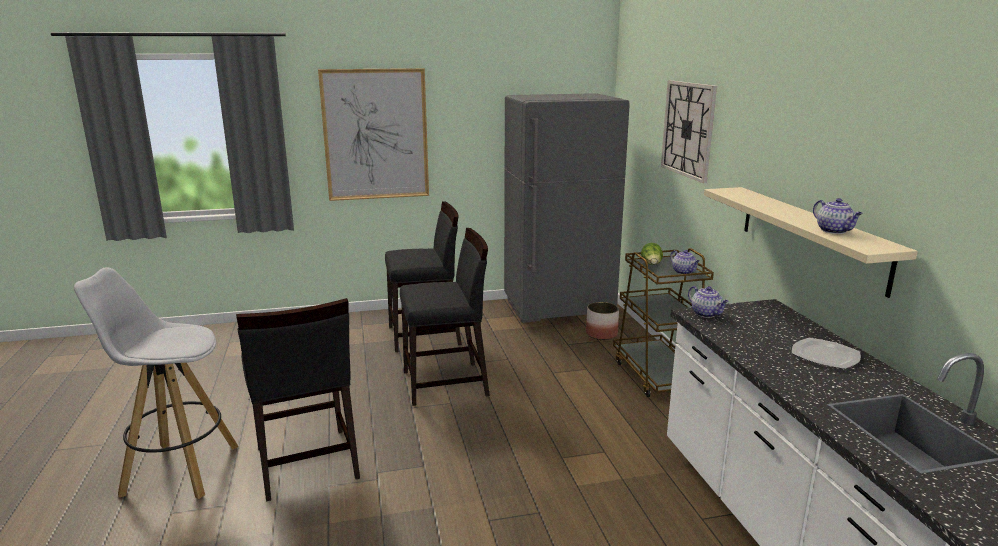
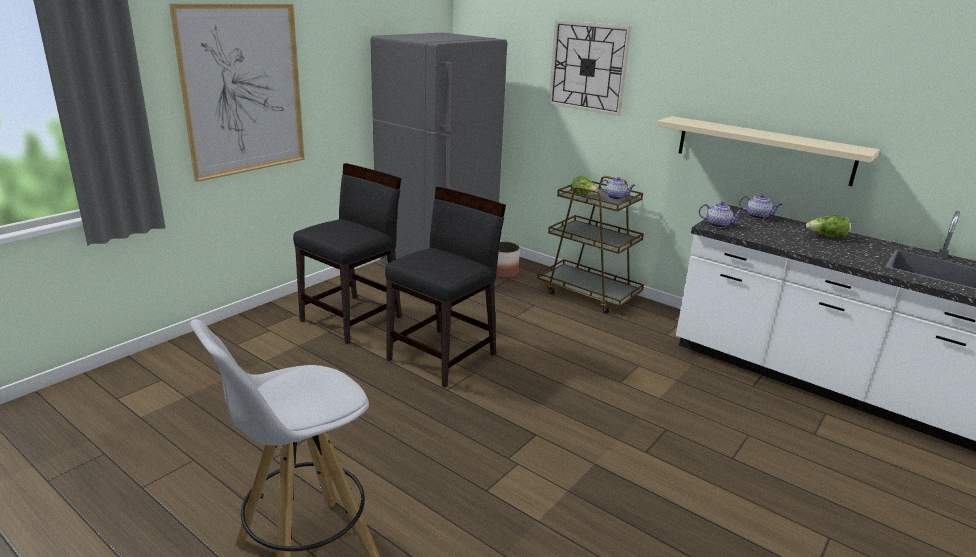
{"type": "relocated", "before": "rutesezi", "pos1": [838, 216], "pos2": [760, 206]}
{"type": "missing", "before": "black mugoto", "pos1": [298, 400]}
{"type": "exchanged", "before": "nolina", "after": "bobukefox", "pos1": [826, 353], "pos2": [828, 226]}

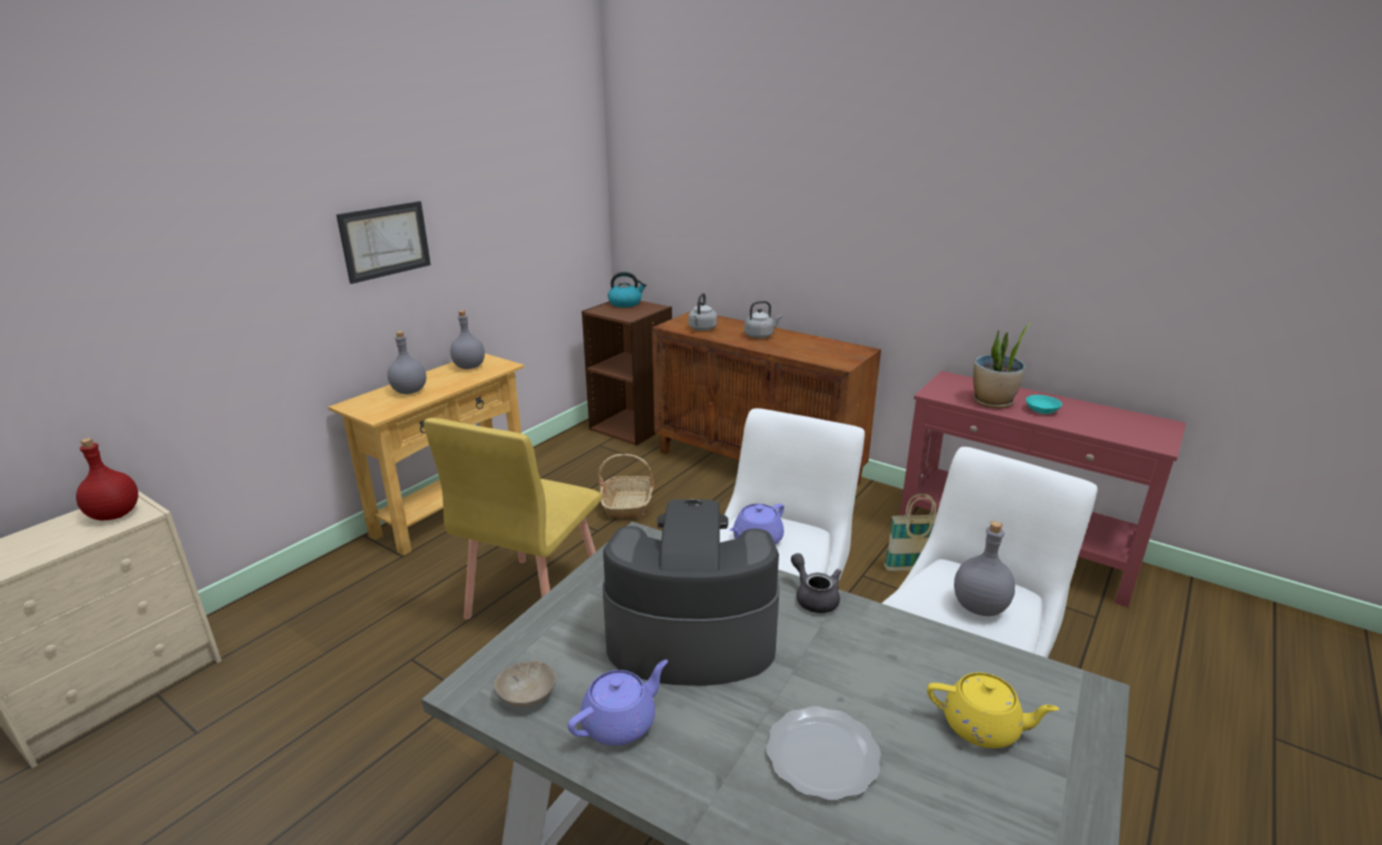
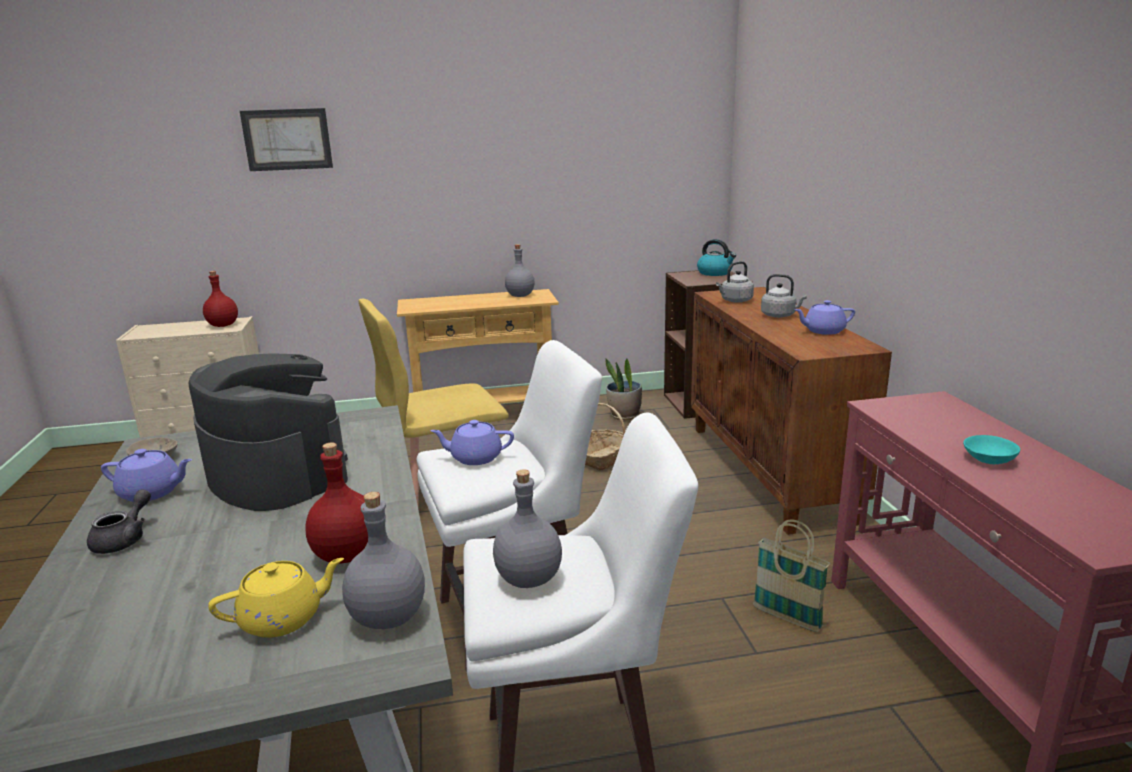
{"type": "relocated", "before": "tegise", "pos1": [383, 242], "pos2": [286, 139]}
{"type": "relocated", "before": "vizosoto", "pos1": [1002, 365], "pos2": [623, 389]}
{"type": "relocated", "before": "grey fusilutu", "pos1": [406, 362], "pos2": [383, 560]}
{"type": "relocated", "before": "grey rutesezi", "pos1": [816, 583], "pos2": [119, 522]}
{"type": "spun", "before": "yellow rutesezi", "pos1": [993, 710], "pos2": [276, 598], "turn": -90}
{"type": "missing", "before": "nolina", "pos1": [823, 754]}
{"type": "appeared", "after": "purple rutesezi", "pos2": [824, 317]}
{"type": "appeared", "after": "red fusilutu", "pos2": [336, 502]}

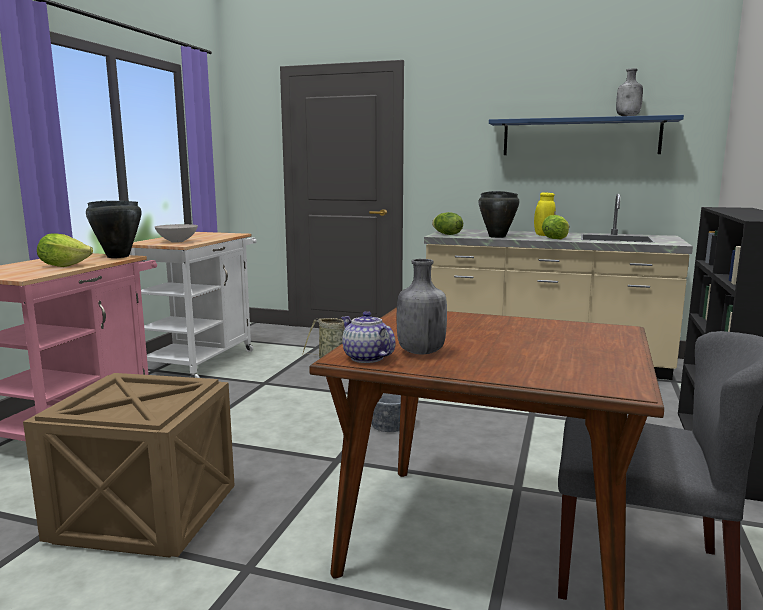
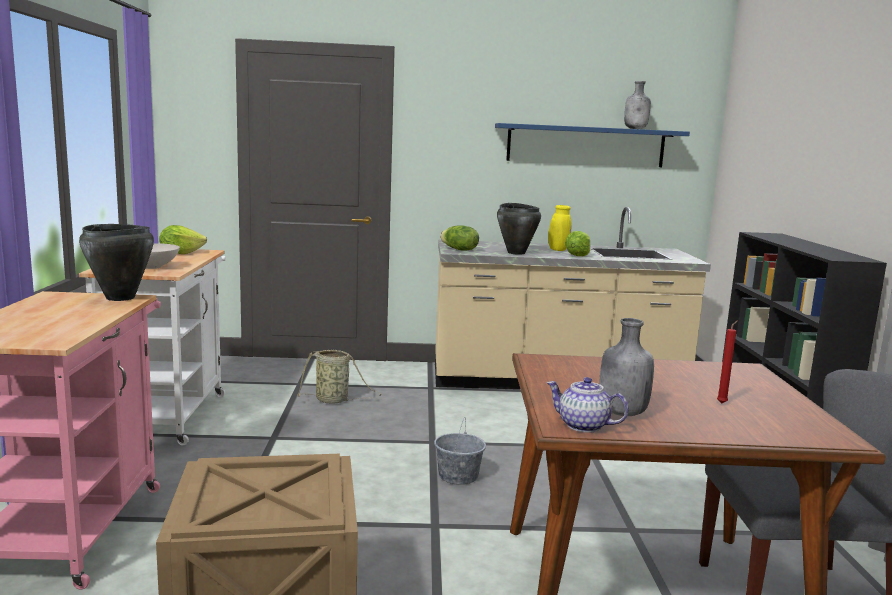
{"type": "relocated", "before": "bobukefox", "pos1": [65, 250], "pos2": [183, 239]}
{"type": "appeared", "after": "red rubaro", "pos2": [727, 361]}

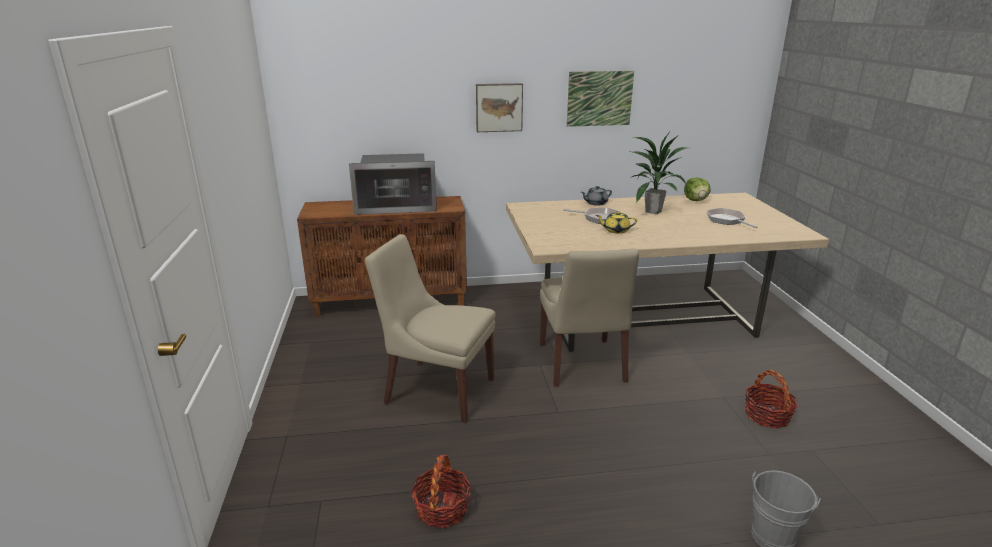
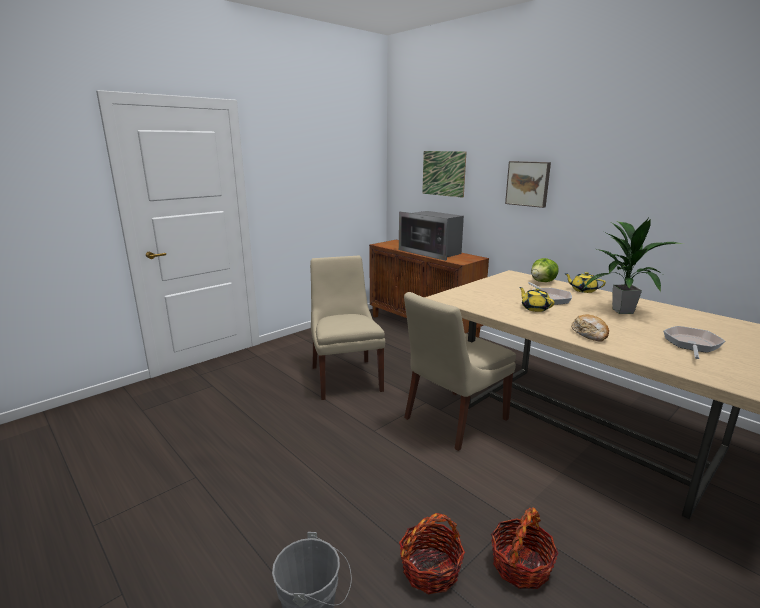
{"type": "relocated", "before": "tegise", "pos1": [600, 99], "pos2": [444, 174]}
{"type": "relocated", "before": "bobukefox", "pos1": [697, 189], "pos2": [545, 270]}
{"type": "colour", "before": "grey rutesezi", "after": "yellow rutesezi", "pos1": [596, 196], "pos2": [585, 282]}
{"type": "relocated", "before": "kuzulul", "pos1": [441, 491], "pos2": [432, 553]}
{"type": "appeared", "after": "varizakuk", "pos2": [590, 328]}

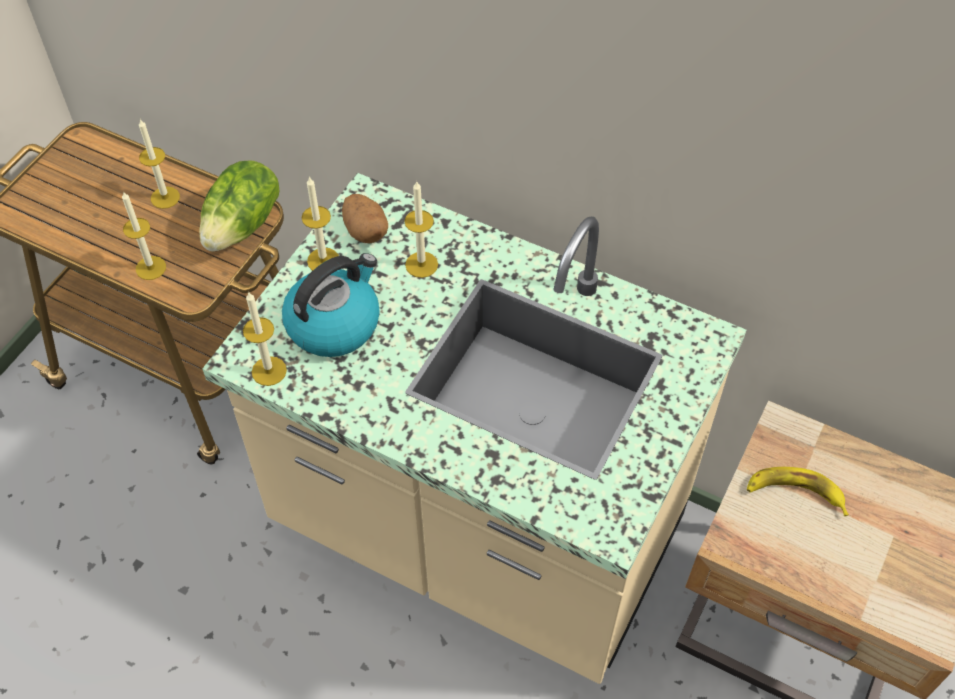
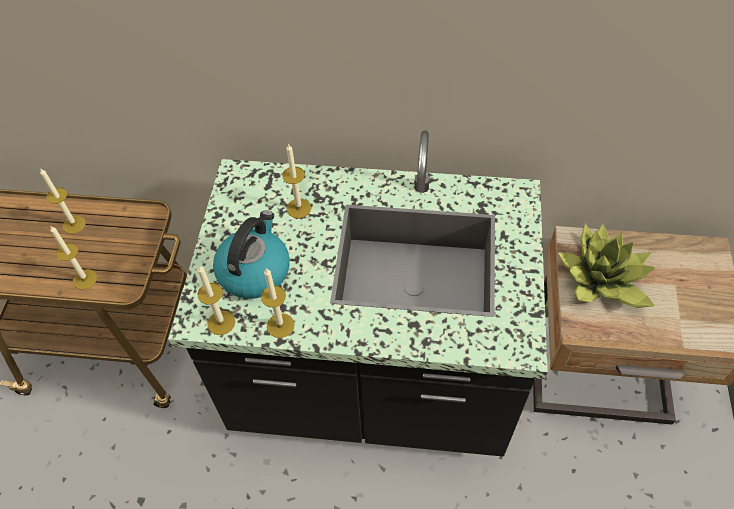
{"type": "missing", "before": "bobukefox", "pos1": [239, 206]}
{"type": "colour", "before": "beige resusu", "after": "black resusu", "pos1": [474, 428], "pos2": [357, 293]}
{"type": "relocated", "before": "rubaro", "pos1": [320, 223], "pos2": [278, 303]}
{"type": "missing", "before": "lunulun", "pos1": [365, 219]}
{"type": "exchanged", "before": "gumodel", "after": "vizosoto", "pos1": [798, 491], "pos2": [607, 265]}

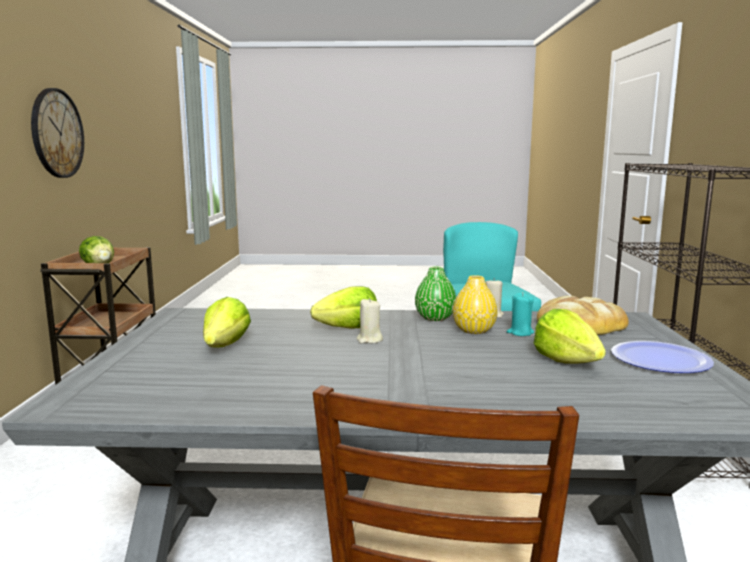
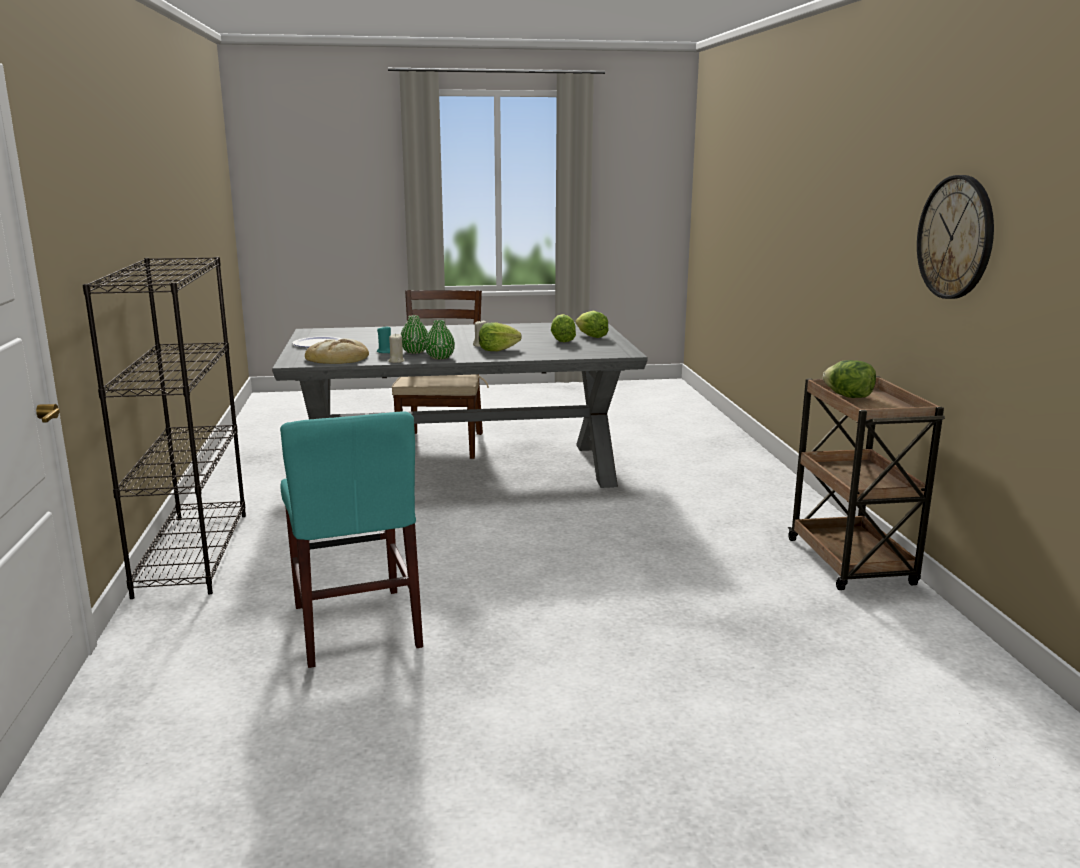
{"type": "colour", "before": "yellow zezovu", "after": "green zezovu", "pos1": [475, 304], "pos2": [414, 334]}
{"type": "relocated", "before": "bobukefox", "pos1": [570, 336], "pos2": [592, 324]}

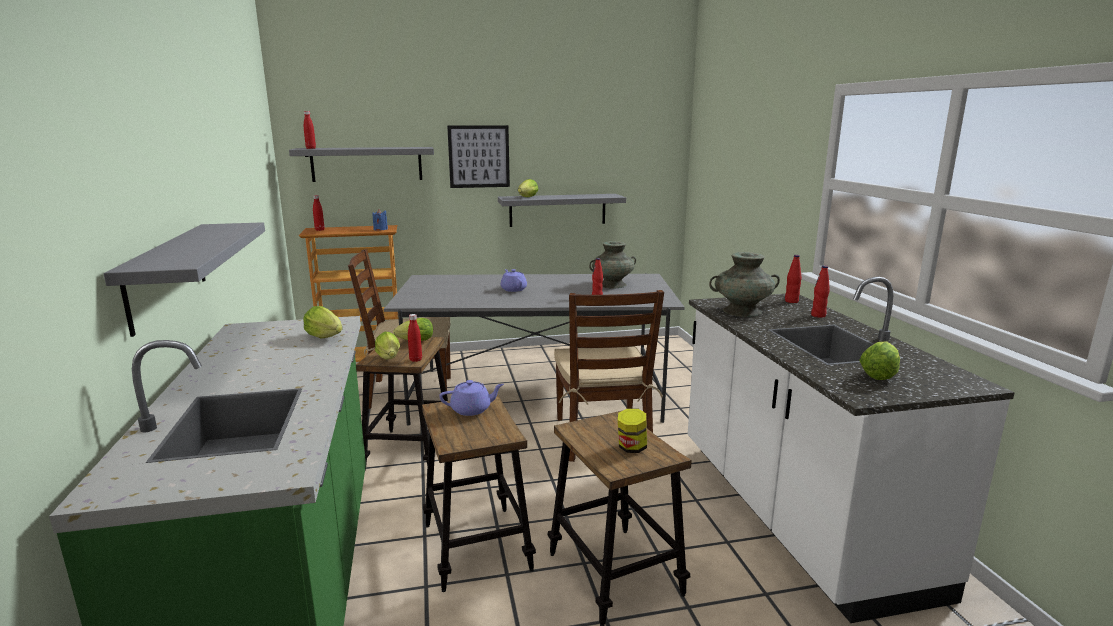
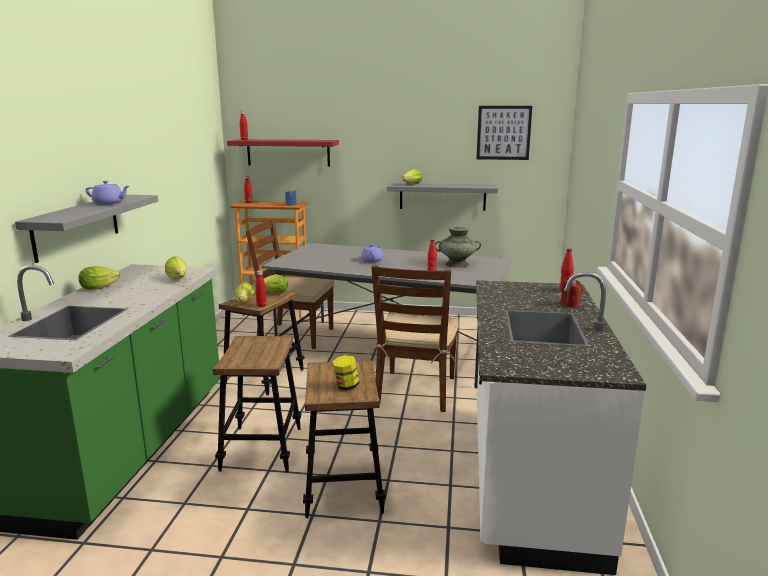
{"type": "relocated", "before": "tegise", "pos1": [478, 156], "pos2": [504, 133]}
{"type": "colour", "before": "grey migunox", "after": "red migunox", "pos1": [361, 164], "pos2": [283, 153]}
{"type": "missing", "before": "turquoise zezovu", "pos1": [744, 284]}
{"type": "exchanged", "before": "red fusilutu", "after": "red rubaro", "pos1": [820, 292], "pos2": [571, 293]}
{"type": "relocated", "before": "bobukefox", "pos1": [879, 361], "pos2": [99, 278]}
{"type": "relocated", "before": "purple rutesezi", "pos1": [471, 398], "pos2": [107, 192]}

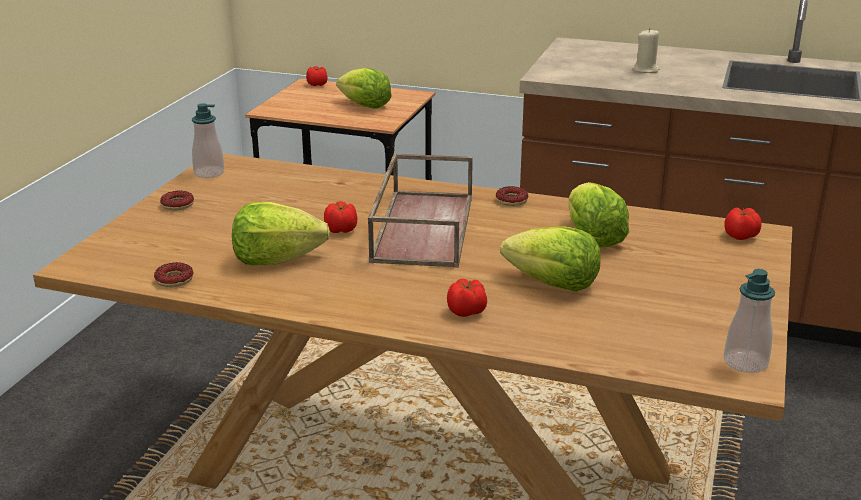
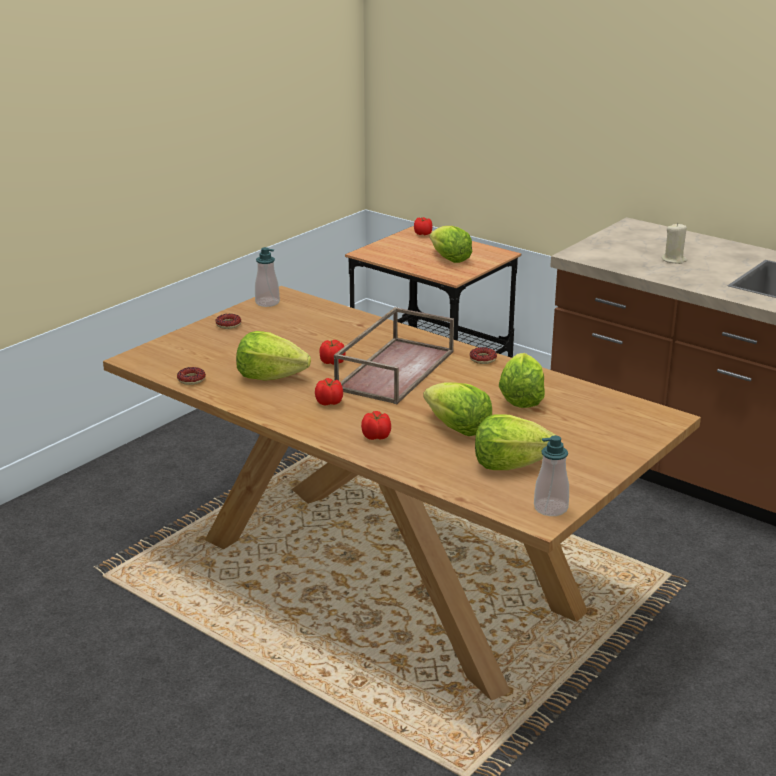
{"type": "relocated", "before": "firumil", "pos1": [743, 224], "pos2": [329, 391]}
{"type": "appeared", "after": "bobukefox", "pos2": [516, 442]}

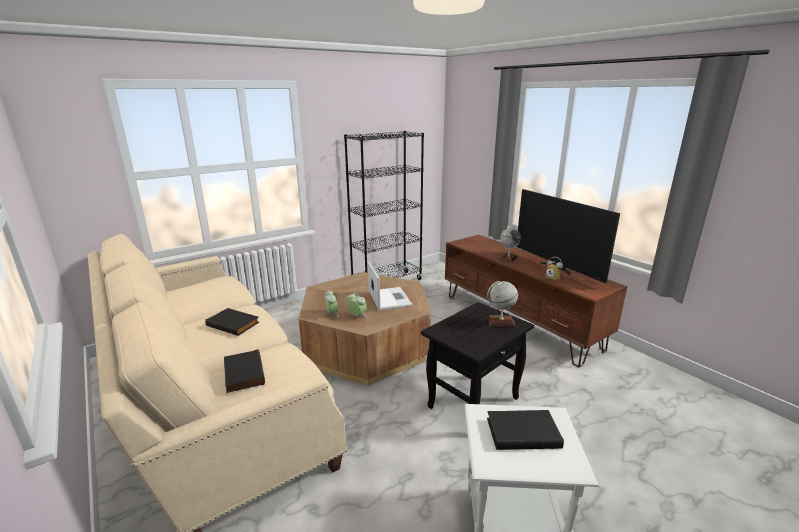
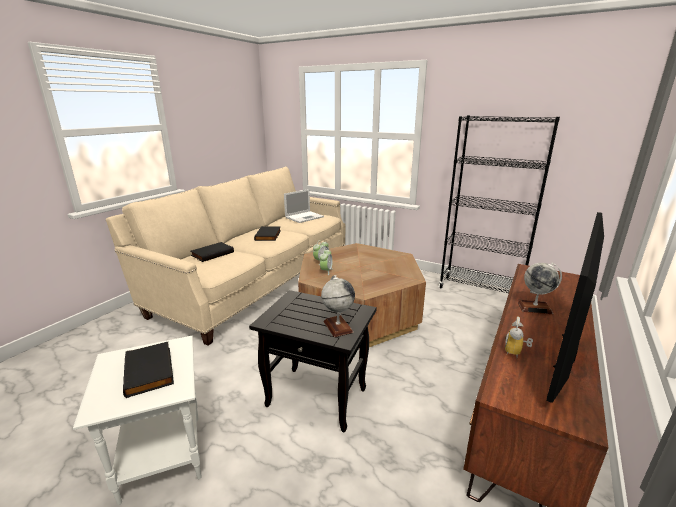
{"type": "relocated", "before": "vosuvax", "pos1": [390, 286], "pos2": [304, 206]}

